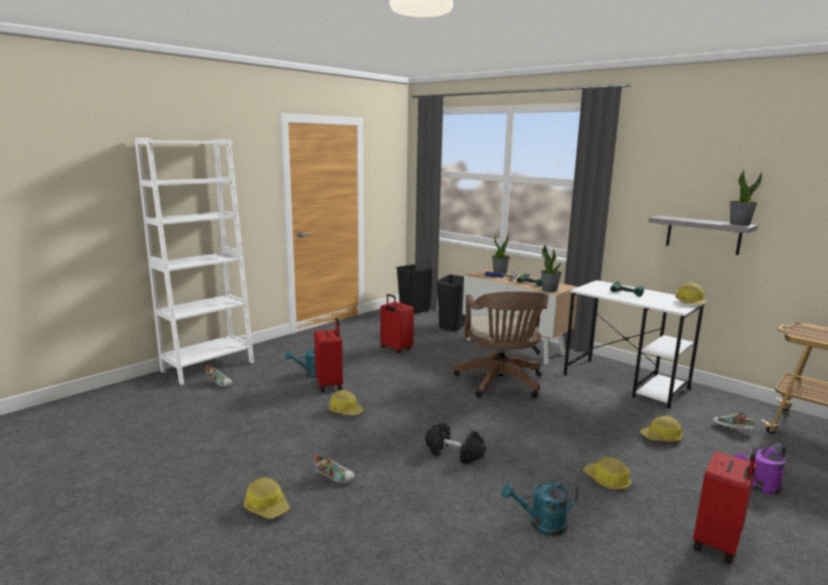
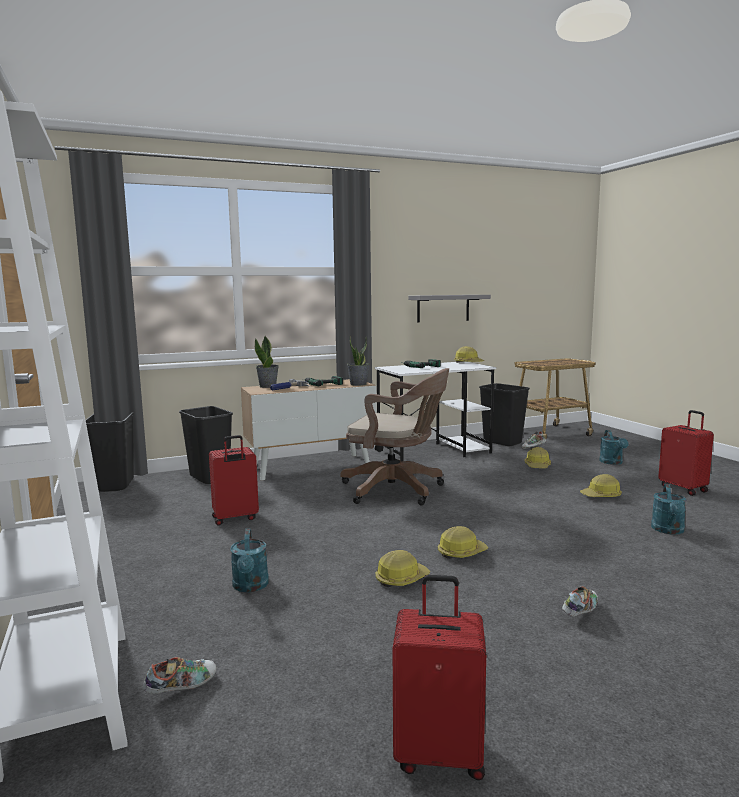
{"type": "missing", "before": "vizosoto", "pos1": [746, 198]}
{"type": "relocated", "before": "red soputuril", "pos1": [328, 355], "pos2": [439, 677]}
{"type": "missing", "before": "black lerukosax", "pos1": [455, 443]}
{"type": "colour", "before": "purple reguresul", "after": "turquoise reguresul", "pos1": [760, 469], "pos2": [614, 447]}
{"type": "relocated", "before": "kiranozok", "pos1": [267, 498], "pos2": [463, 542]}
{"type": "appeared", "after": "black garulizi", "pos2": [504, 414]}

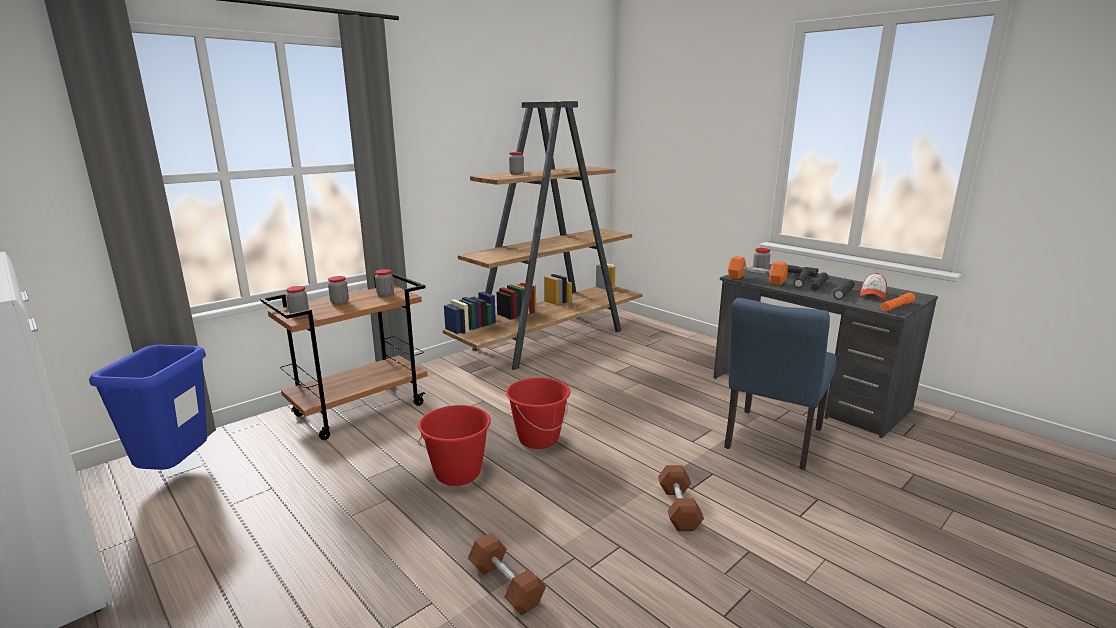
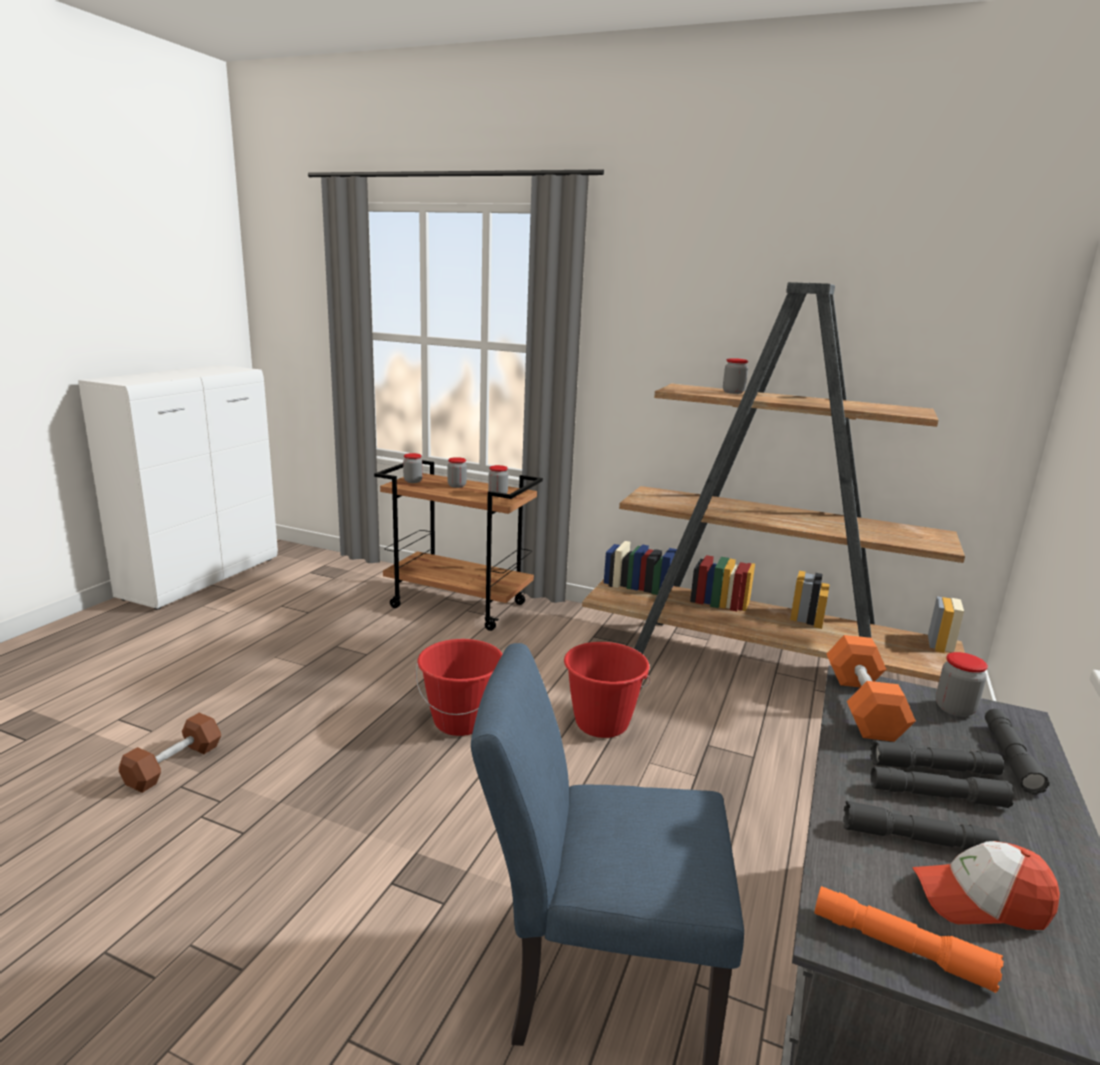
{"type": "missing", "before": "blue garulizi", "pos1": [148, 409]}
{"type": "relocated", "before": "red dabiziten", "pos1": [454, 445], "pos2": [607, 690]}
{"type": "missing", "before": "brown lerukosax", "pos1": [681, 498]}

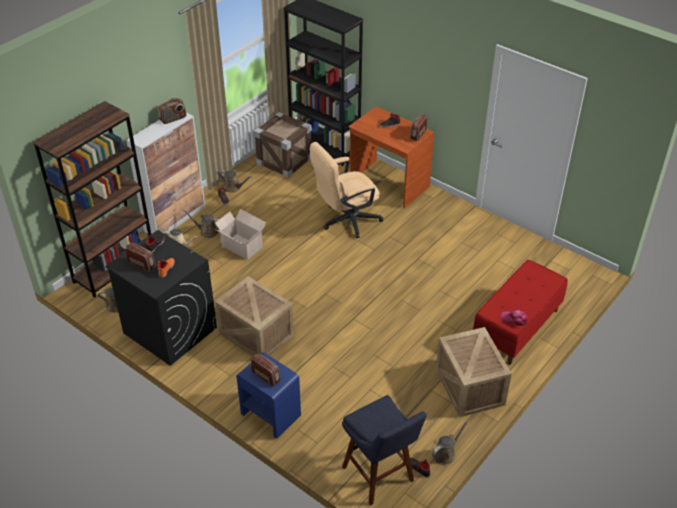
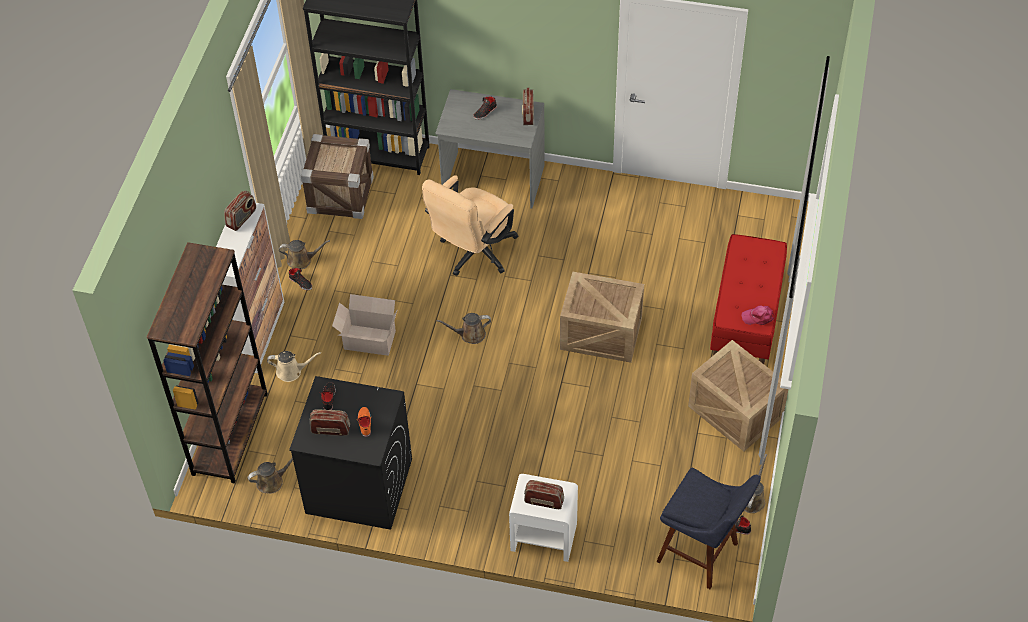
{"type": "colour", "before": "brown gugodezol", "after": "grey gugodezol", "pos1": [391, 157], "pos2": [490, 149]}
{"type": "relocated", "before": "brown reguresul", "pos1": [201, 223], "pos2": [463, 328]}
{"type": "relocated", "before": "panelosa", "pos1": [254, 316], "pos2": [602, 317]}
{"type": "colour", "before": "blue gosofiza", "after": "white gosofiza", "pos1": [268, 395], "pos2": [543, 518]}

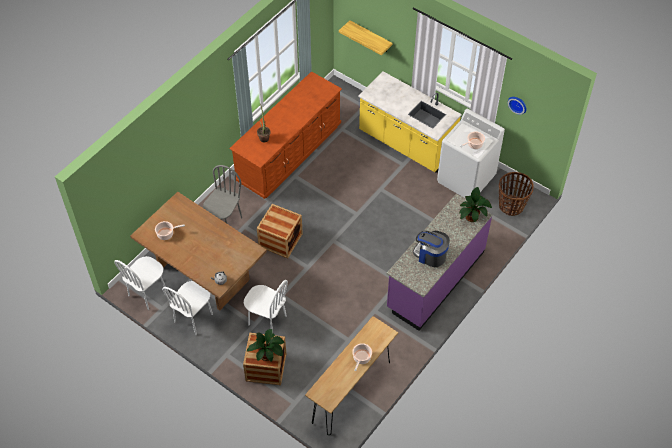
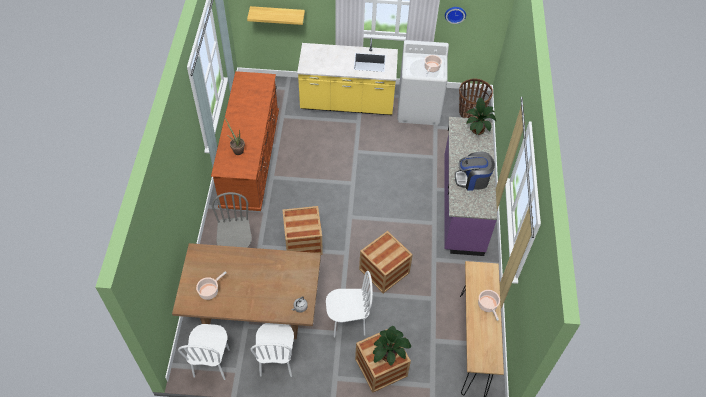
{"type": "appeared", "after": "panelosa", "pos2": [386, 262]}

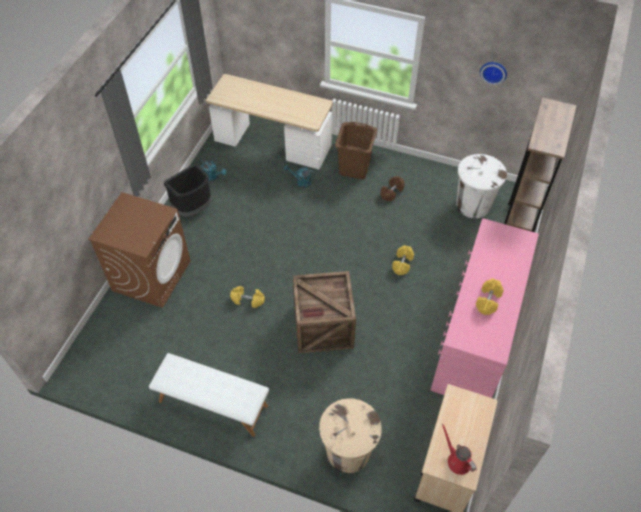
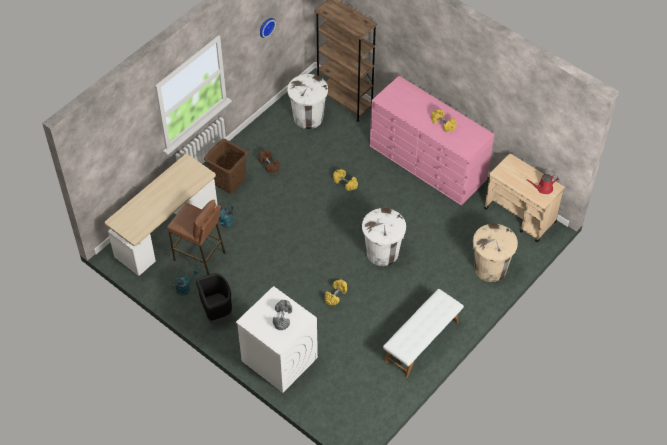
{"type": "colour", "before": "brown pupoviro", "after": "white pupoviro", "pos1": [139, 250], "pos2": [277, 339]}
{"type": "exchanged", "before": "panelosa", "after": "white garulizi", "pos1": [324, 312], "pos2": [384, 237]}
{"type": "appeared", "after": "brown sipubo", "pos2": [196, 237]}
{"type": "appeared", "after": "grey lerukosax", "pos2": [282, 315]}

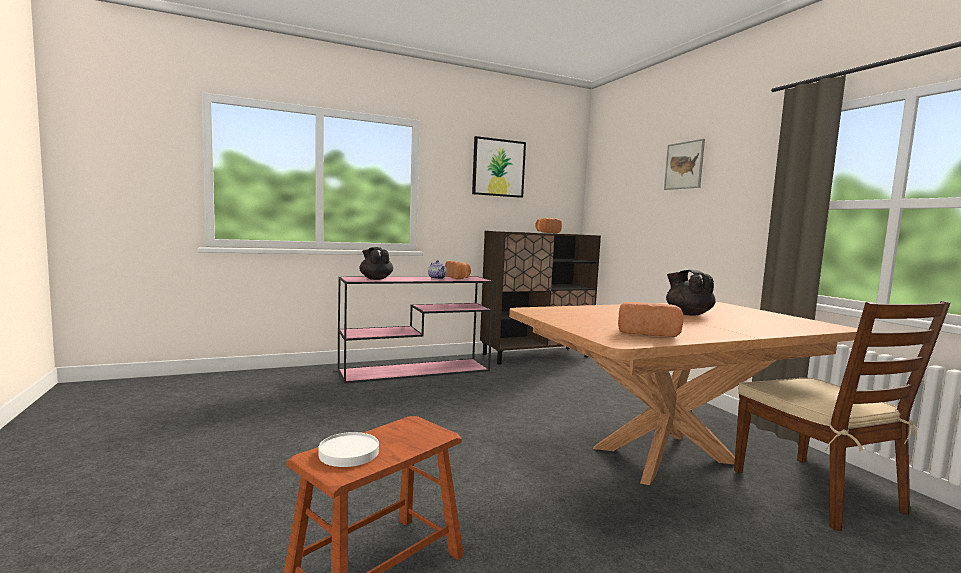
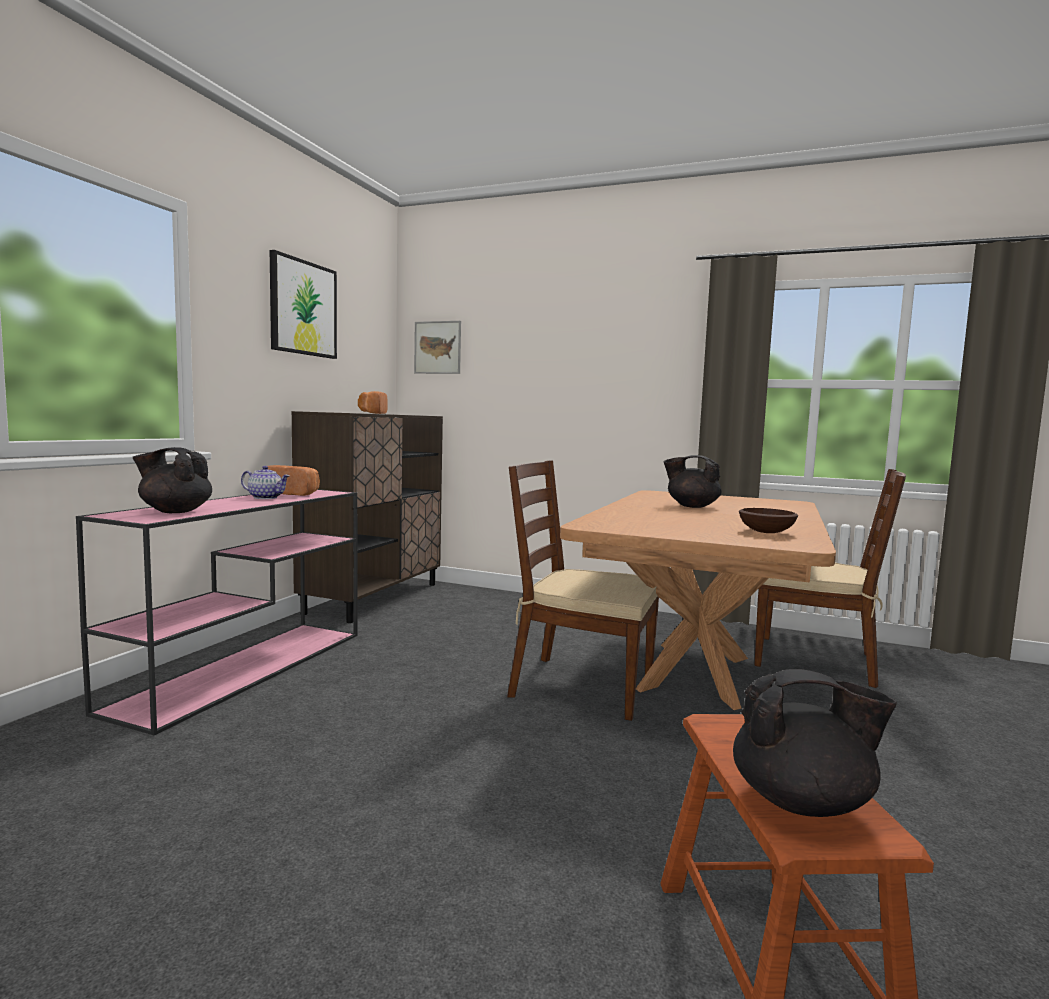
{"type": "relocated", "before": "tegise", "pos1": [684, 164], "pos2": [437, 347]}
{"type": "exchanged", "before": "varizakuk", "after": "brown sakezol", "pos1": [650, 319], "pos2": [768, 520]}
{"type": "exchanged", "before": "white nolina", "after": "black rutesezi", "pos1": [349, 449], "pos2": [815, 743]}
{"type": "appeared", "after": "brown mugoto", "pos2": [583, 590]}

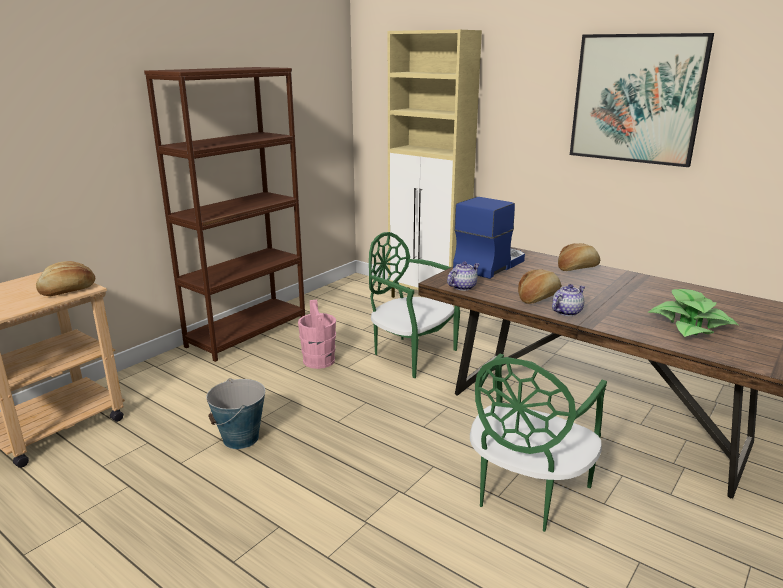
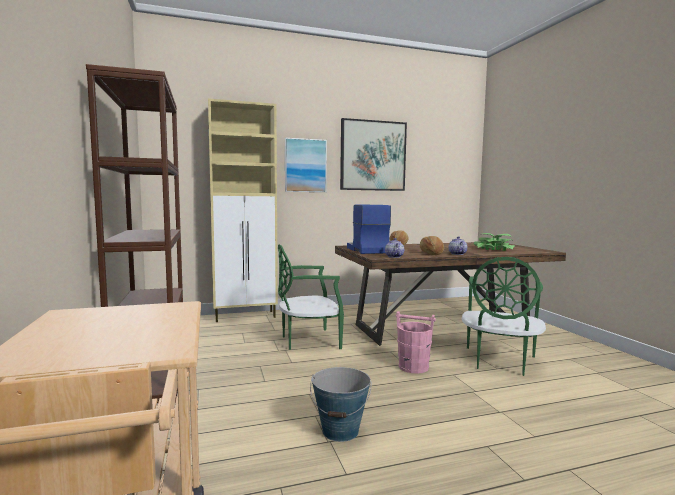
{"type": "missing", "before": "varizakuk", "pos1": [65, 278]}
{"type": "relocated", "before": "pink dabiziten", "pos1": [317, 334], "pos2": [416, 342]}
{"type": "spun", "before": "green mugoto", "pos1": [538, 442], "pos2": [504, 316], "turn": 45}
{"type": "appeared", "after": "tegise", "pos2": [306, 165]}

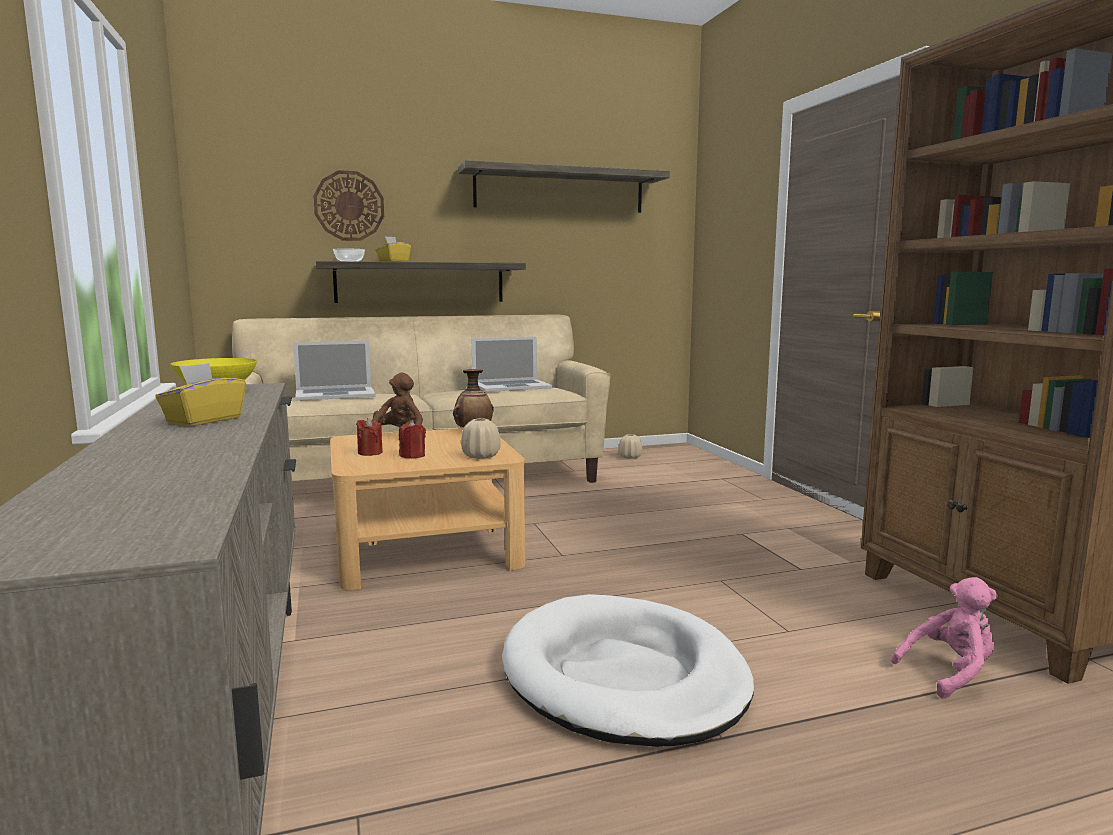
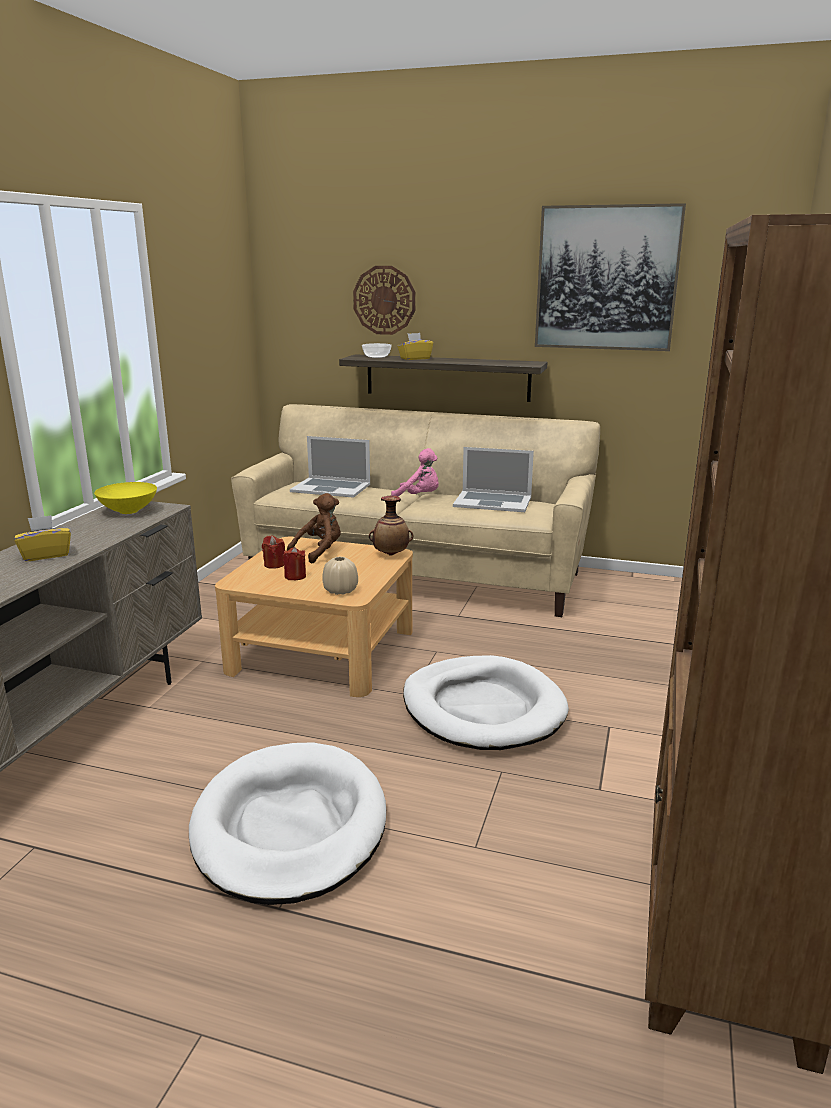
{"type": "exchanged", "before": "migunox", "after": "tegise", "pos1": [564, 186], "pos2": [610, 277]}
{"type": "missing", "before": "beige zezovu", "pos1": [630, 446]}
{"type": "relocated", "before": "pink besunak", "pos1": [944, 638], "pos2": [415, 472]}
{"type": "appeared", "after": "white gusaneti", "pos2": [486, 702]}

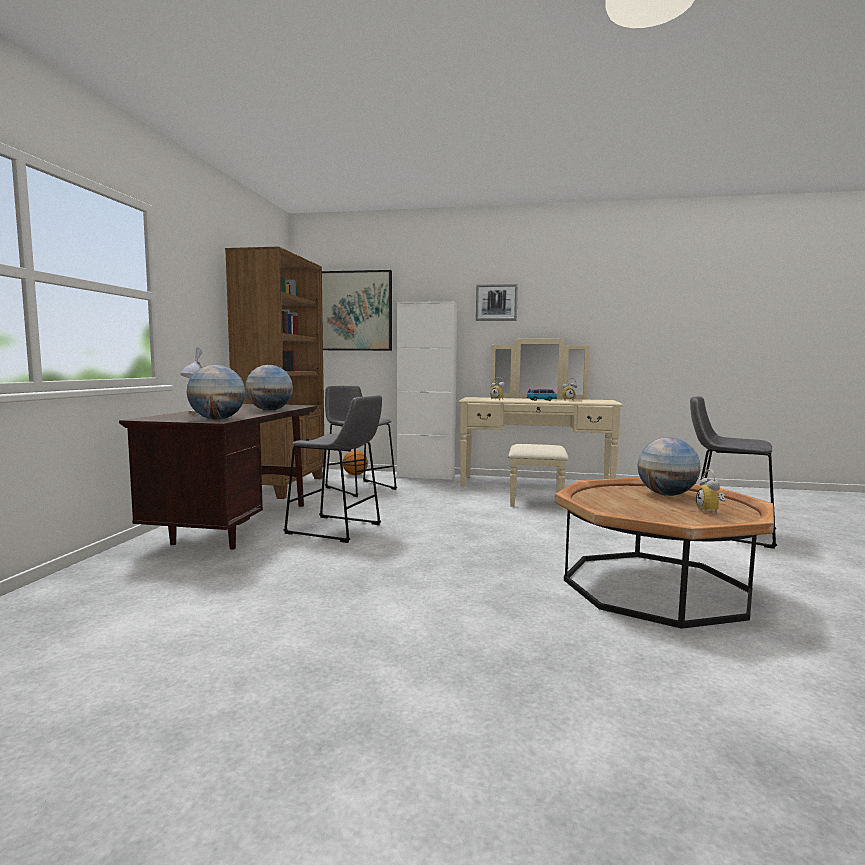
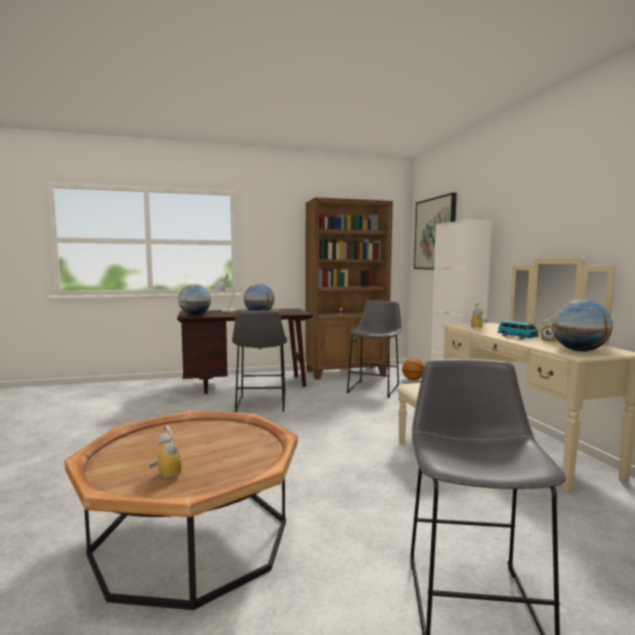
{"type": "missing", "before": "tegise", "pos1": [497, 302]}
{"type": "relocated", "before": "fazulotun", "pos1": [669, 467], "pos2": [582, 325]}
{"type": "spun", "before": "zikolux", "pos1": [711, 491], "pos2": [165, 452], "turn": 75}

